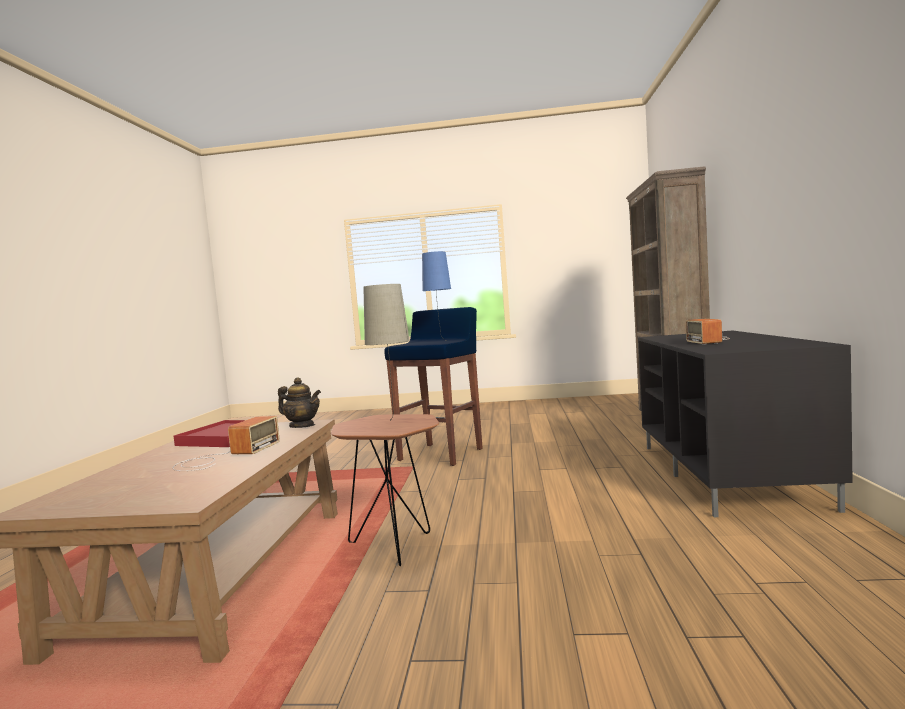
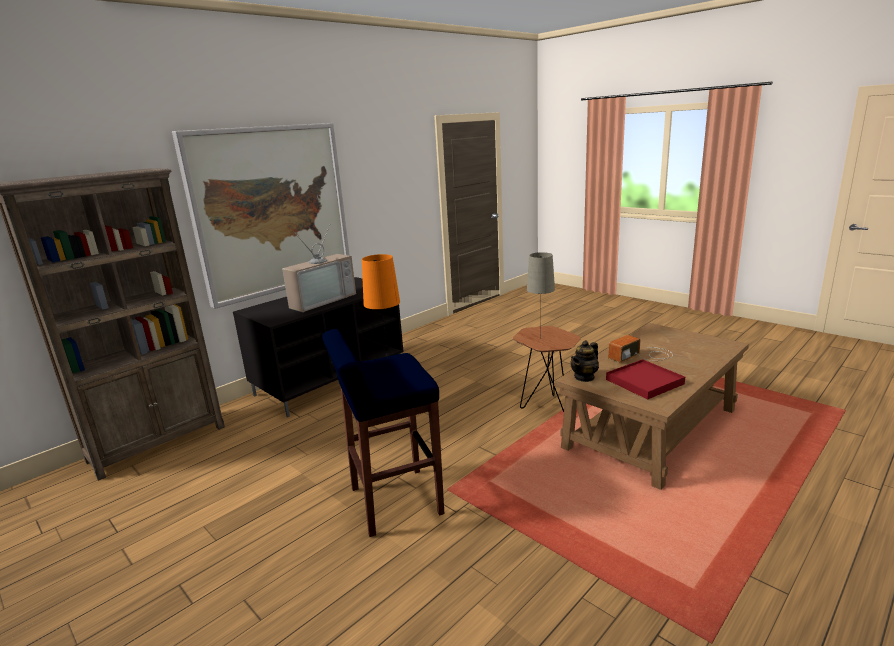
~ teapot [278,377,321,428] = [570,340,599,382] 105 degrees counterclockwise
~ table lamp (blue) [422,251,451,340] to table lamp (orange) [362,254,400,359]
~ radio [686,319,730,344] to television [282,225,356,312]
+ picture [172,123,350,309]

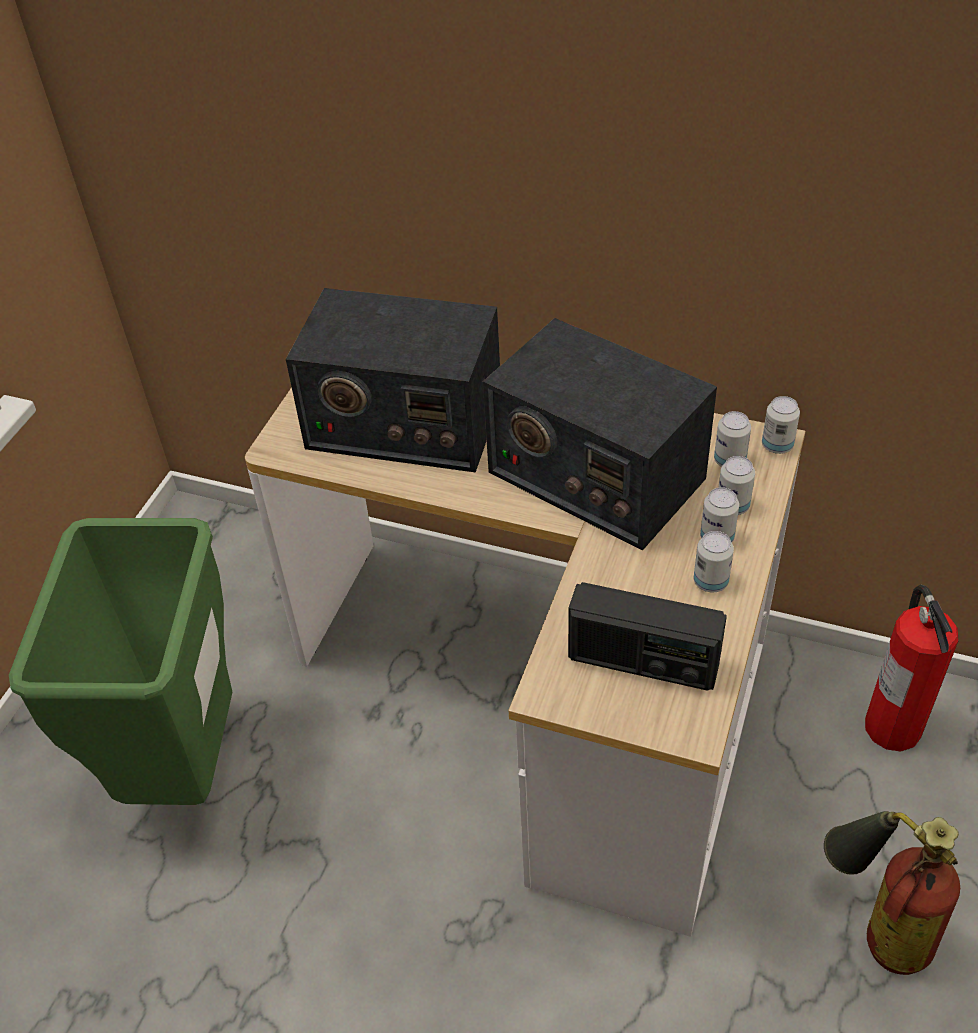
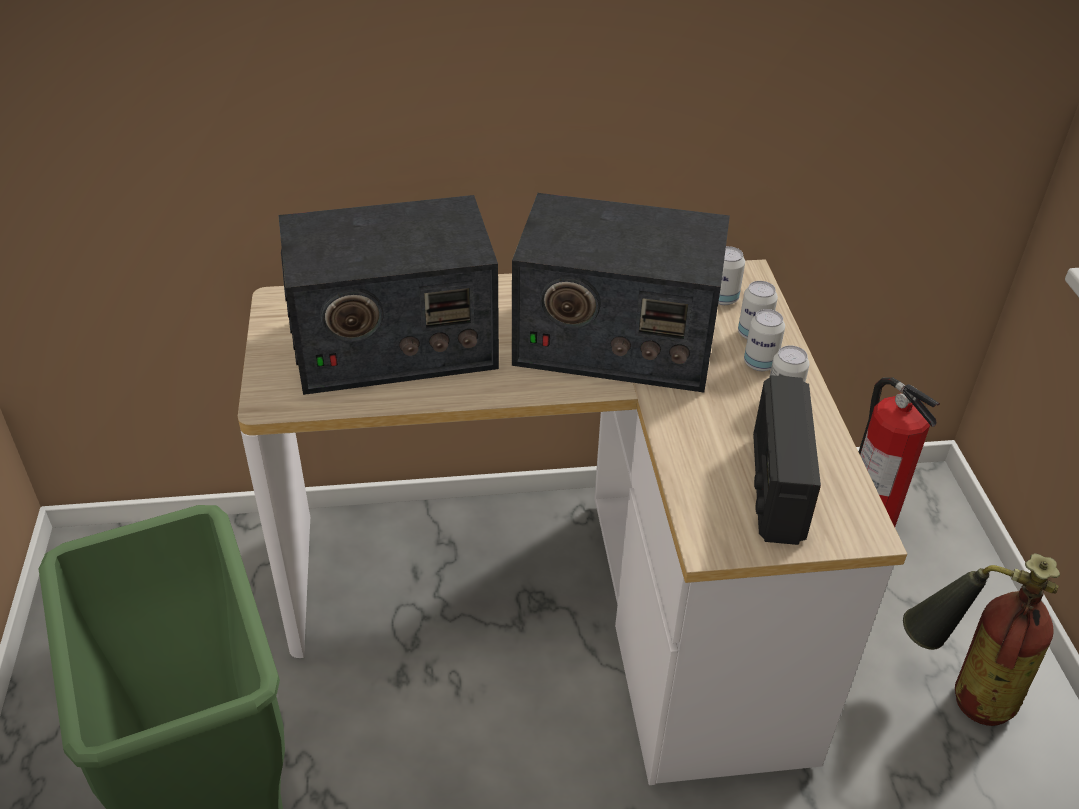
~ radio [568,582,727,691] = [753,375,821,545] 105 degrees clockwise
- can [762,396,800,454]

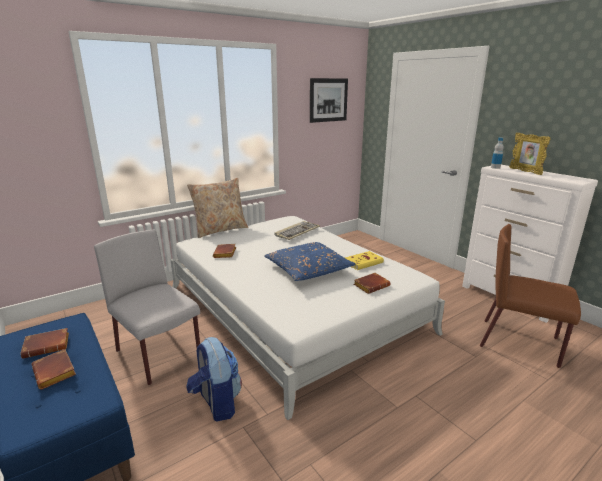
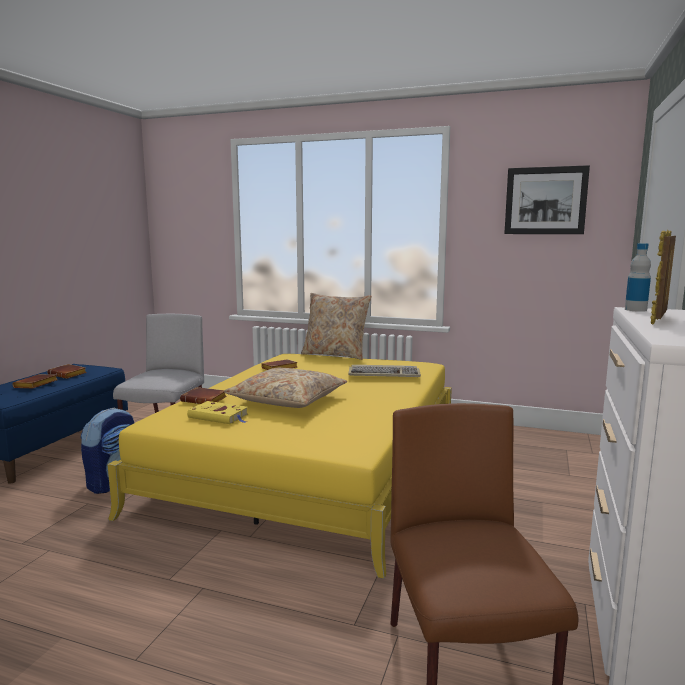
~ bed (white) [170,216,445,420] to bed (yellow) [108,354,452,579]
~ pillow (blue) [264,242,356,281] to pillow (beige) [224,368,347,408]
~ book (yellow) [345,251,384,270] to [187,401,248,424]
~ book (brown) [354,273,391,294] to [180,387,227,404]

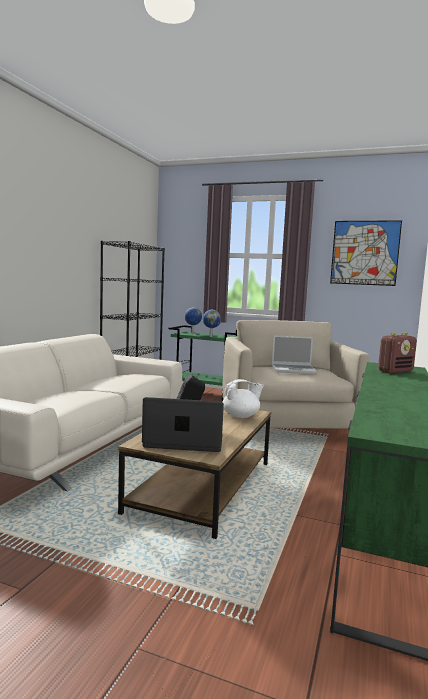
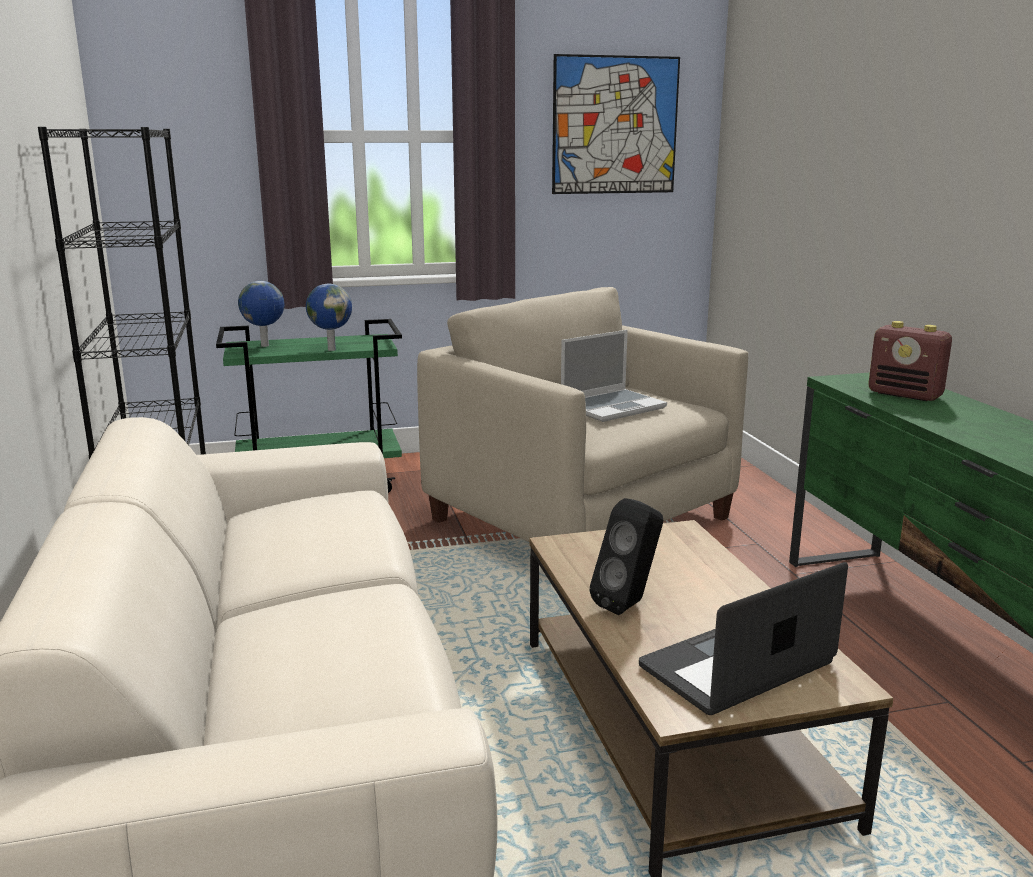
- teapot (white) [222,379,264,418]
~ radio [378,333,417,374] = [868,321,952,401] 105 degrees clockwise

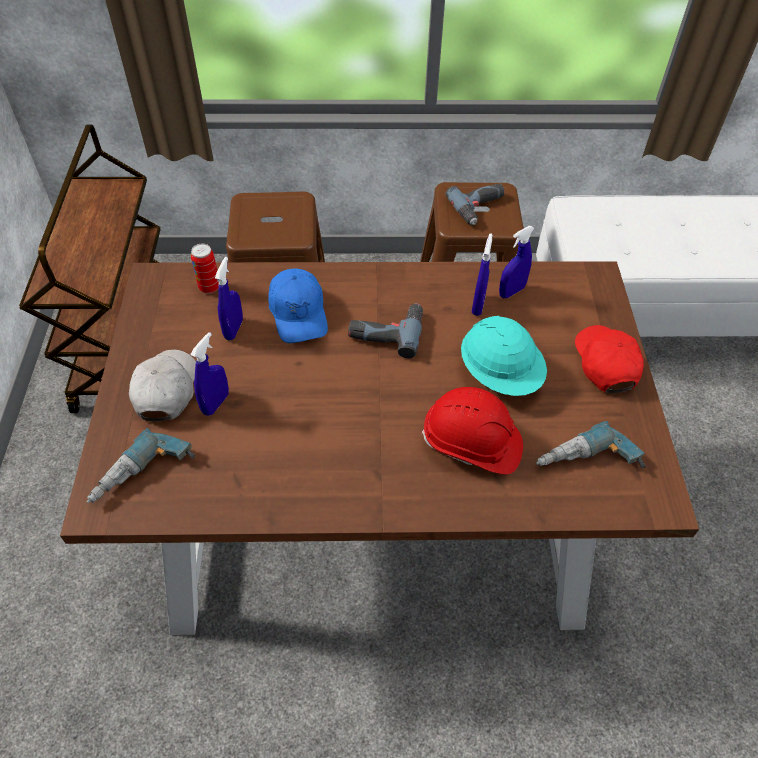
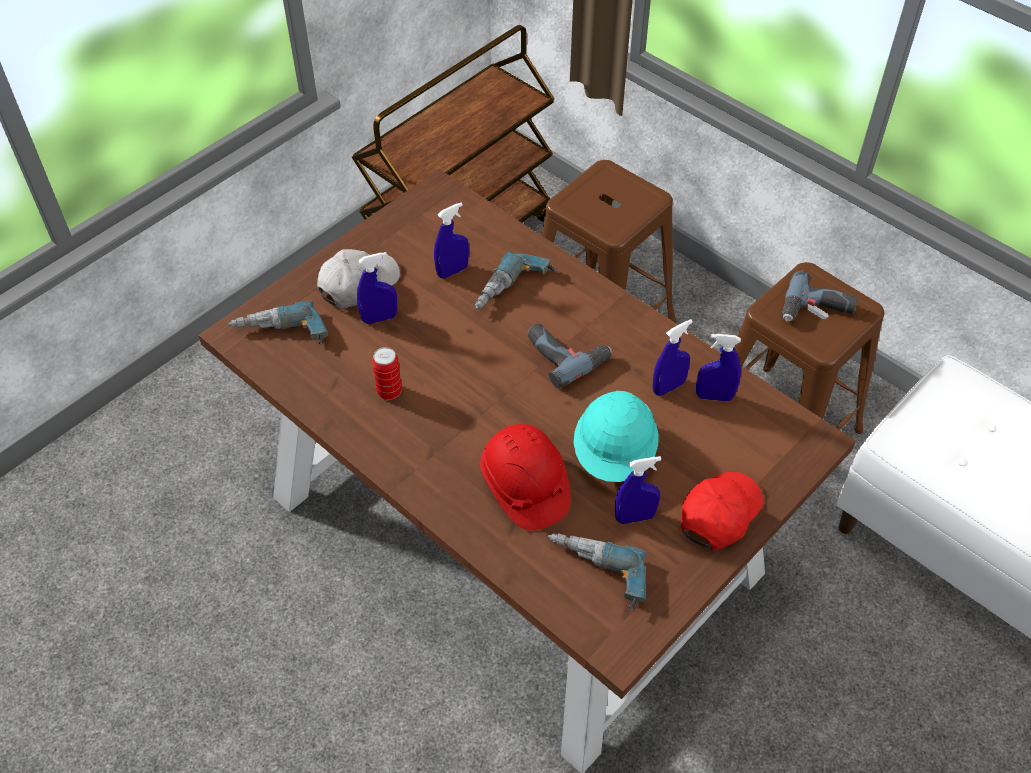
~ can [191,244,219,293] to [372,347,402,400]
~ cap (blue) [268,268,328,343] to power drill [475,250,557,309]
+ spray bottle (blue) [615,456,661,524]

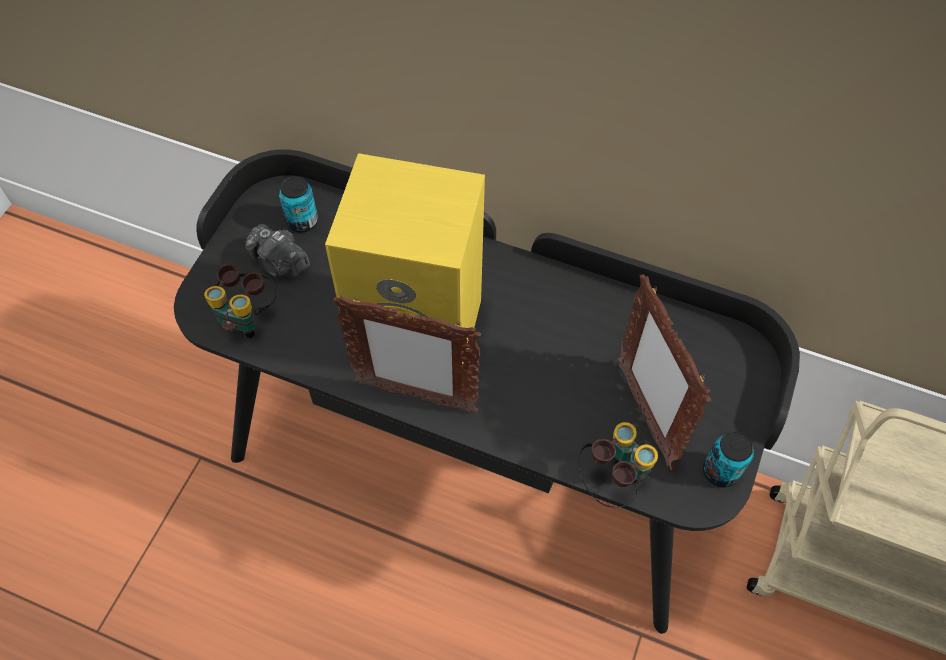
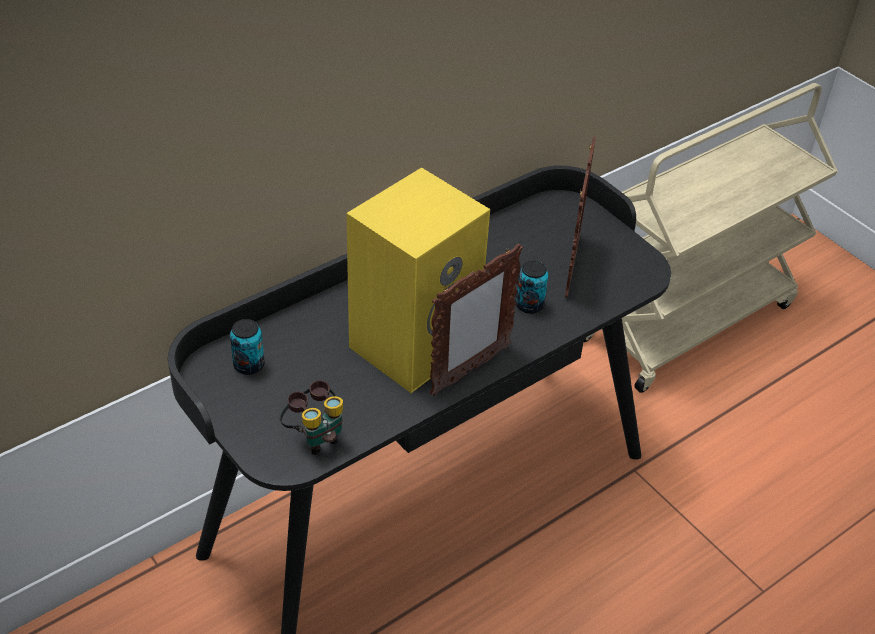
- photo camera [245,224,310,277]
- binoculars [579,422,658,508]
~ picture frame [618,274,711,471] = [565,136,596,297] 90 degrees counterclockwise
~ can [703,431,754,488] to [516,261,549,314]

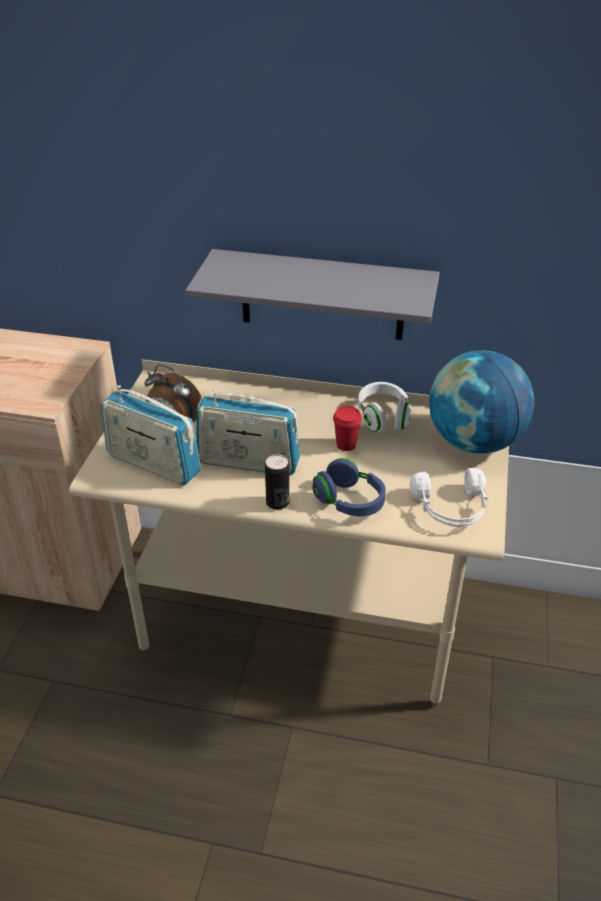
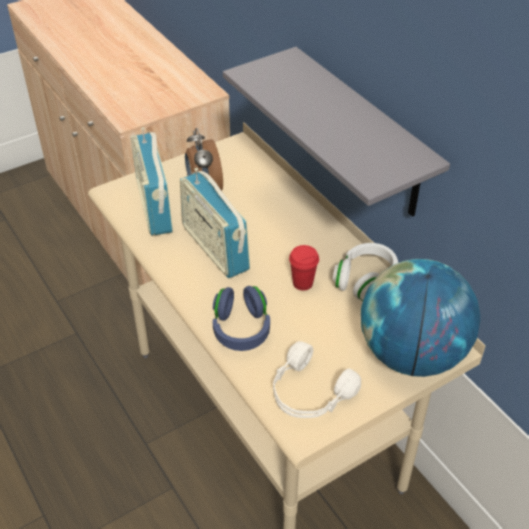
- can [265,455,289,510]

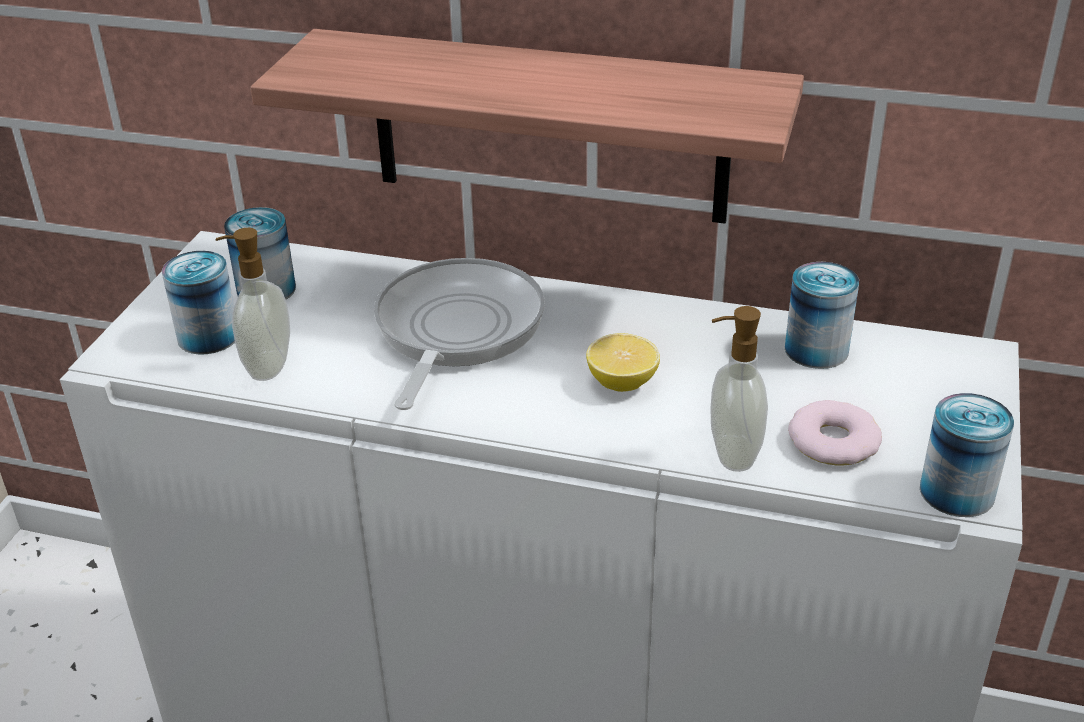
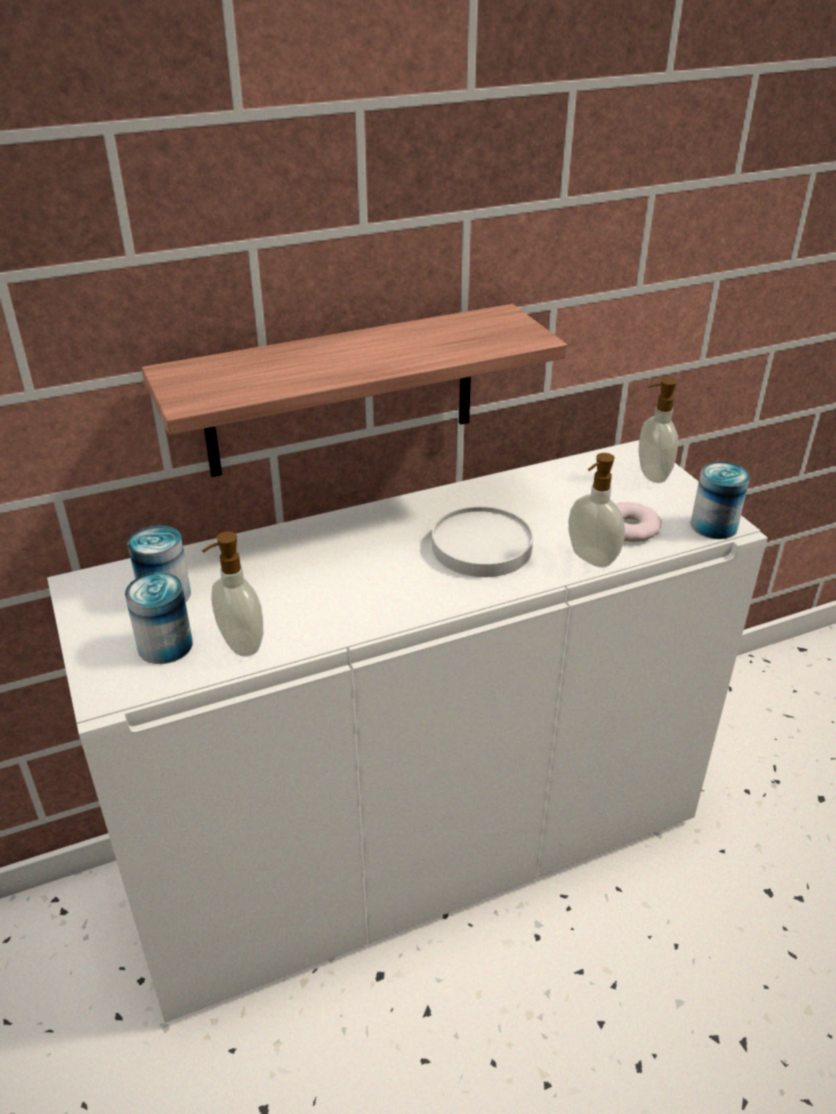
- frying pan [374,258,545,410]
~ lemon [586,333,660,392] to plate (white) [432,506,533,577]
- can [785,262,859,369]
+ soap dispenser [638,378,678,483]

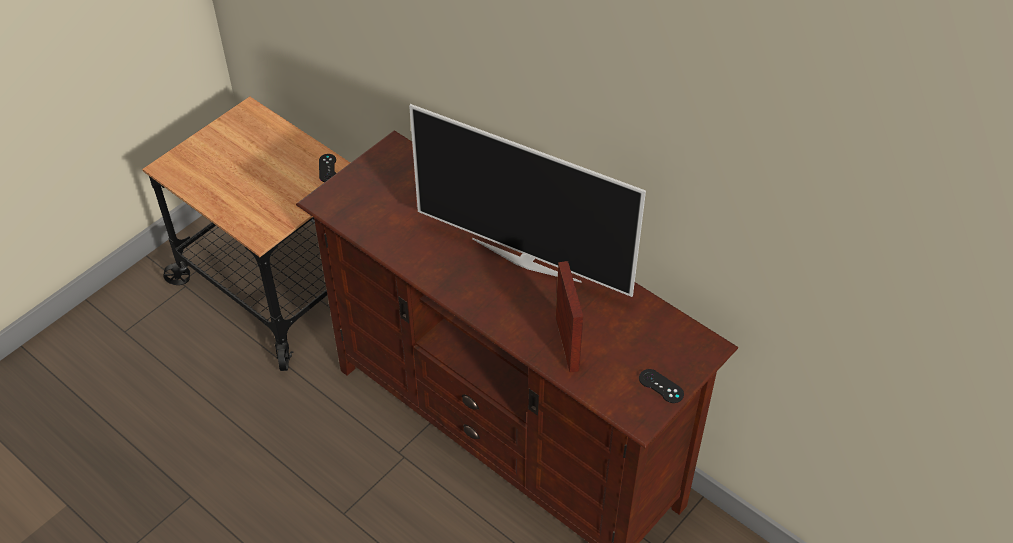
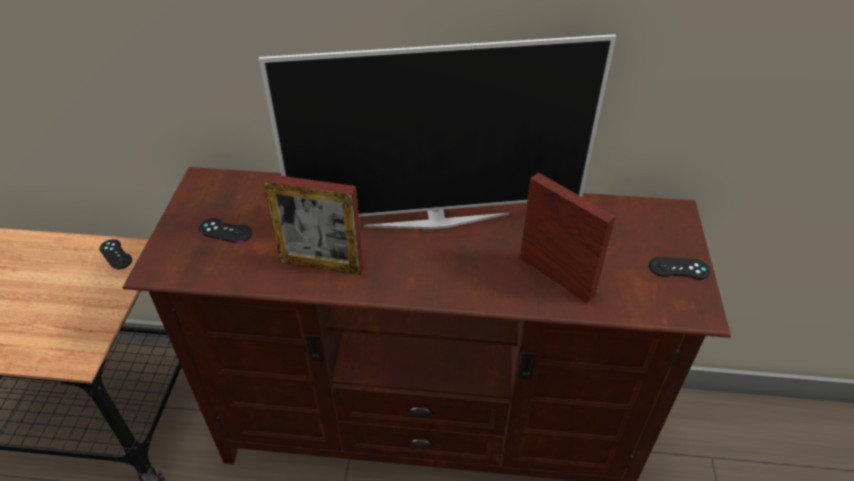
+ game controller (black) [199,218,252,243]
+ picture frame [263,174,364,275]

